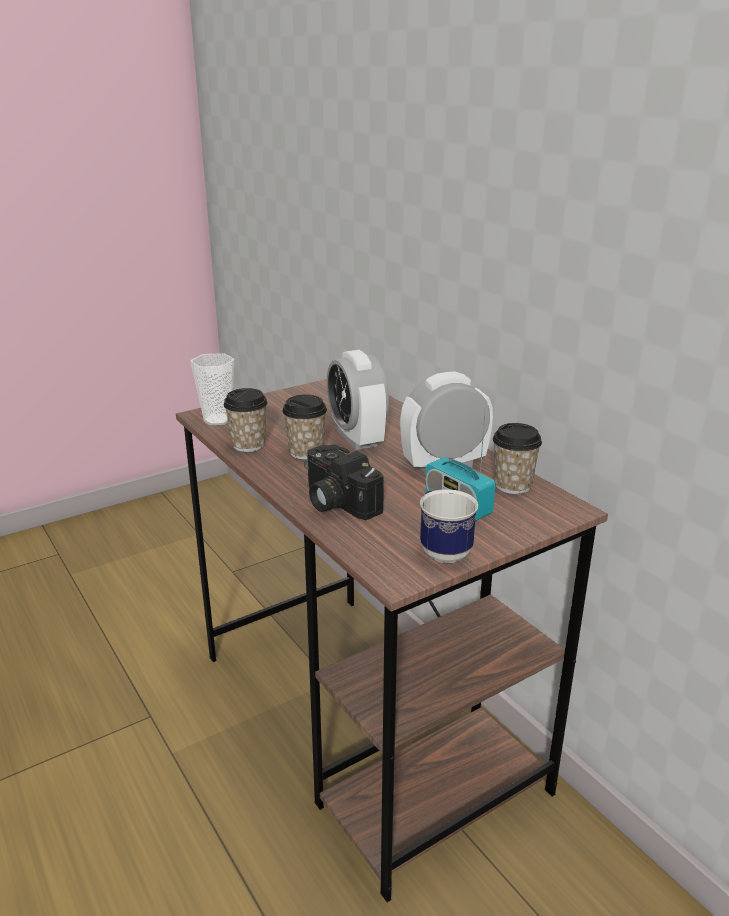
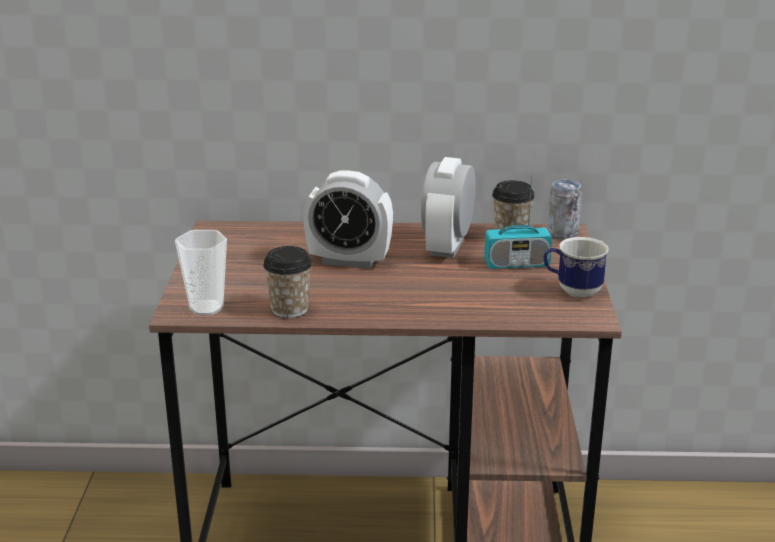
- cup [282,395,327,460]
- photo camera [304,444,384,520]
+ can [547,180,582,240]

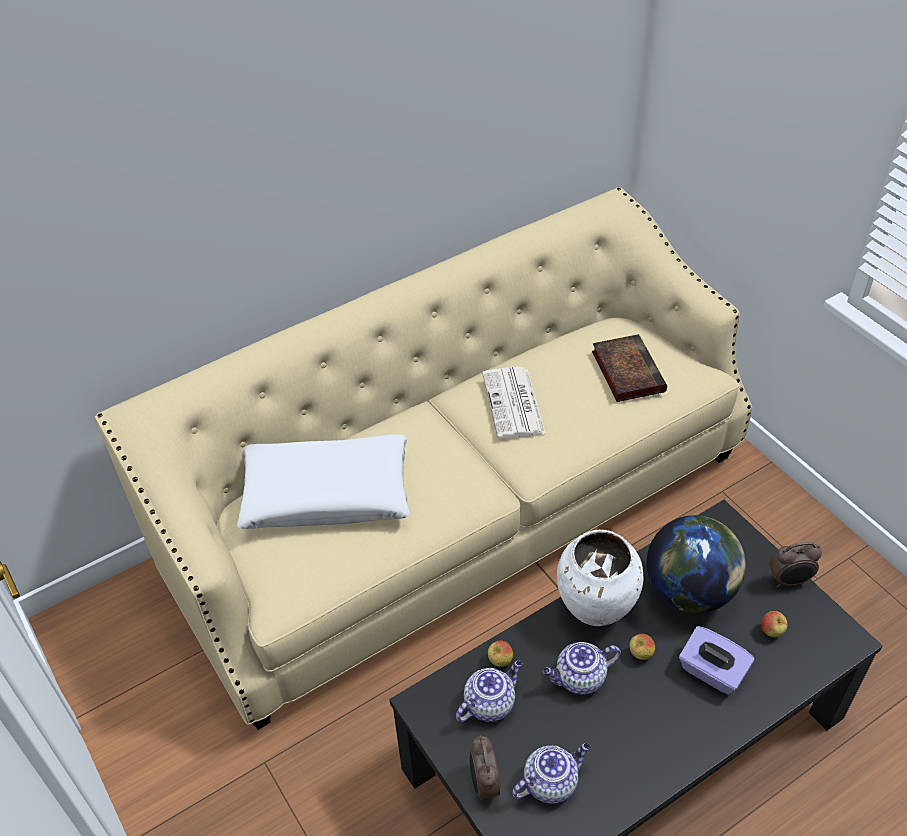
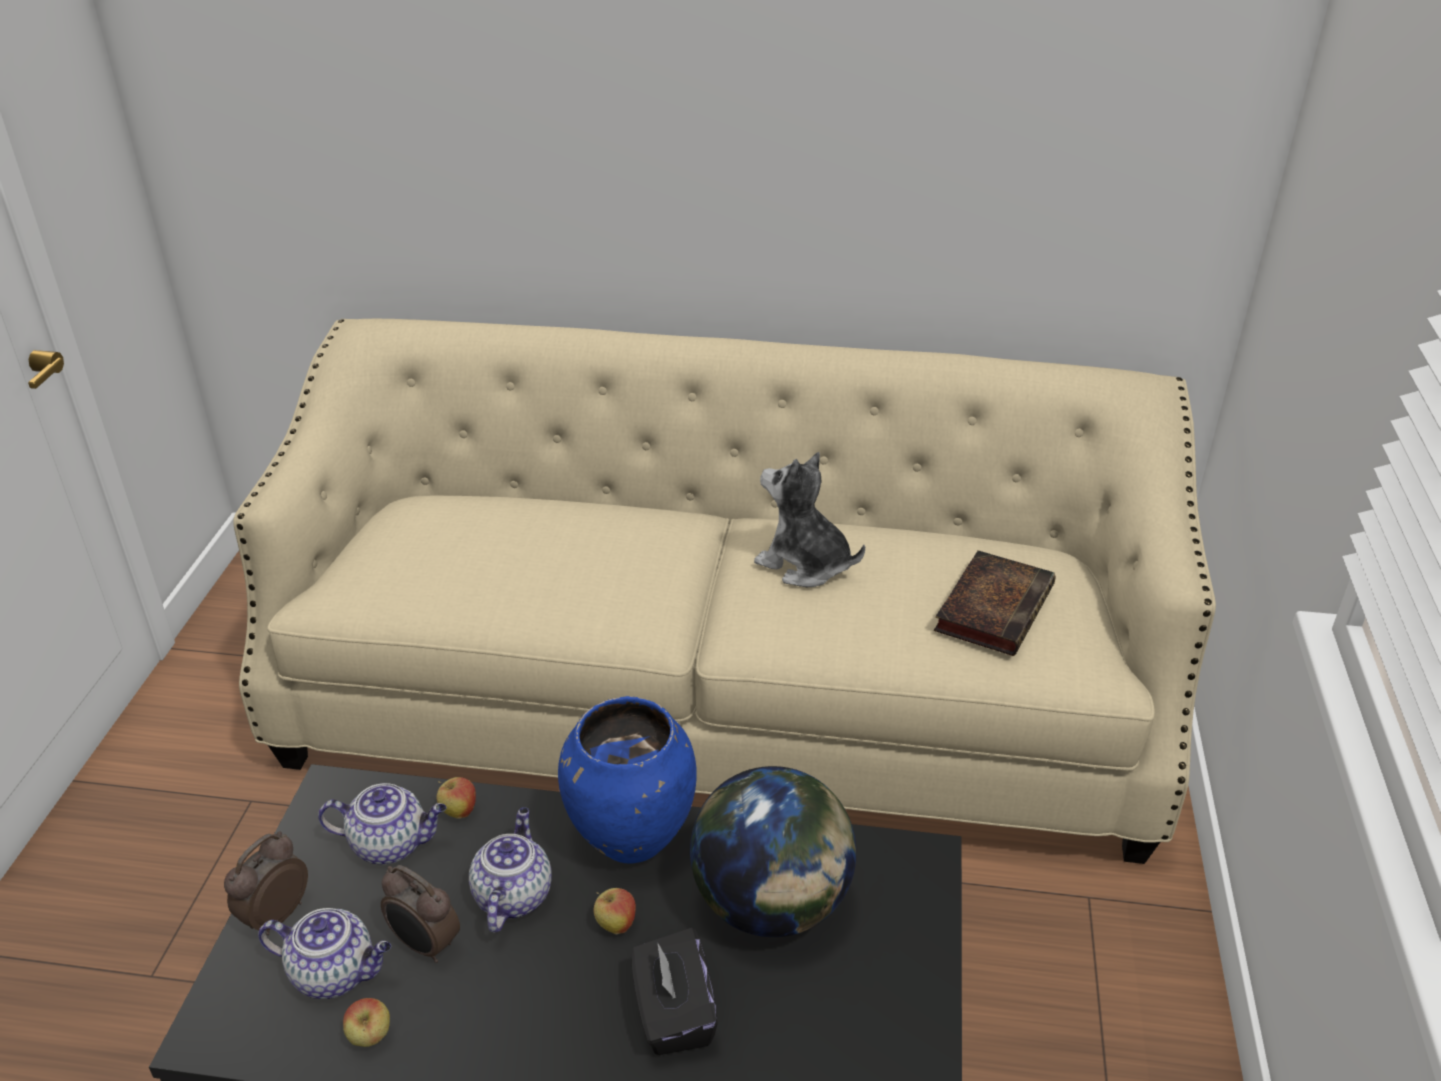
- pillow (white) [237,434,410,529]
~ newspaper [482,367,546,439] to plush toy [754,452,865,587]
~ teapot [543,642,621,695] = [469,807,552,933] 75 degrees clockwise
~ vase (white) [557,529,643,626] to vase (blue) [558,696,697,864]
~ tissue box (purple) [679,626,754,695] to tissue box (black) [631,928,718,1055]
~ apple [761,611,788,638] to [343,998,390,1047]
~ alarm clock [770,542,822,587] to [381,865,460,963]

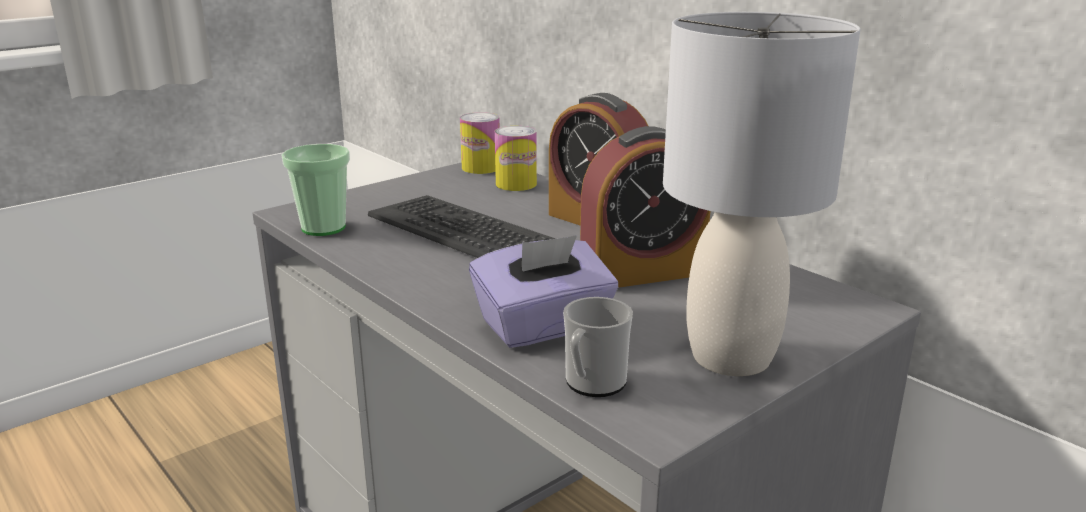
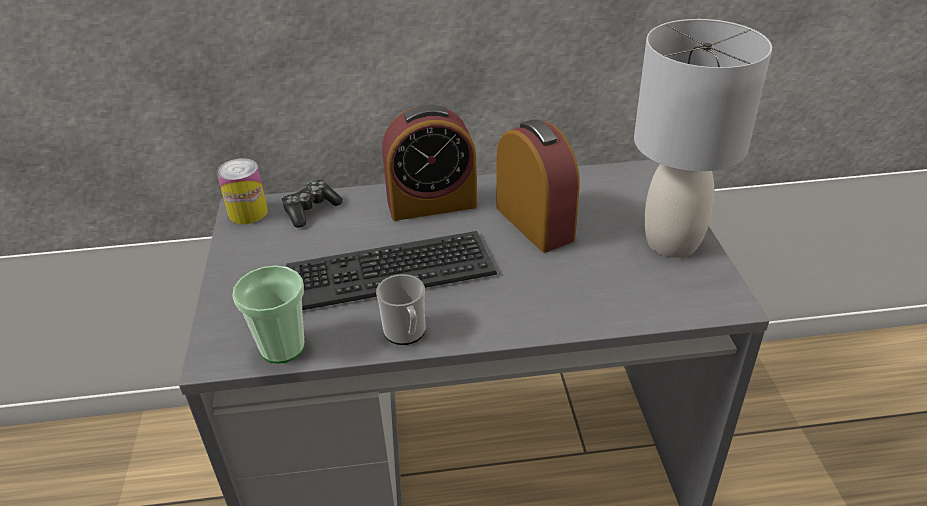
- tissue box (purple) [469,235,618,348]
~ can [495,126,537,191] to game controller [282,180,343,228]
~ mug [563,297,633,397] to [376,274,426,345]
~ alarm clock [580,126,710,288] = [497,119,580,253] 45 degrees counterclockwise

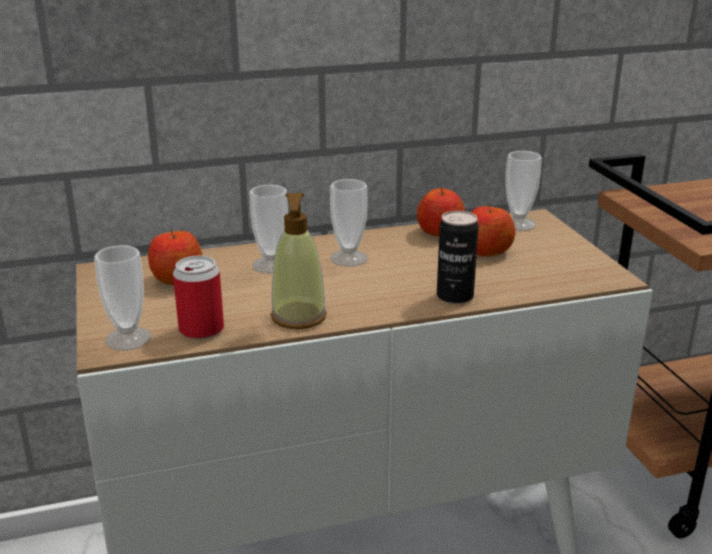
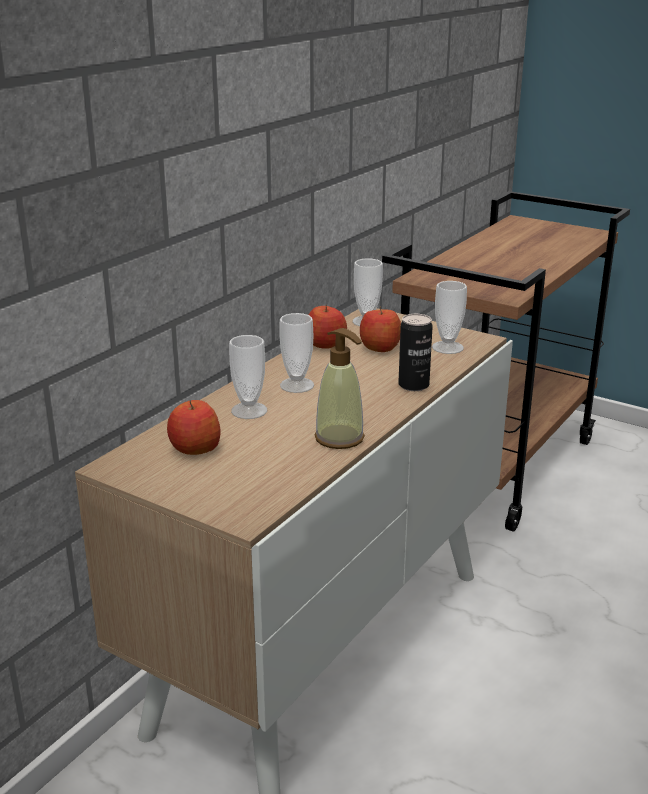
~ cup [94,245,151,351] to [432,281,467,354]
- can [173,256,224,339]

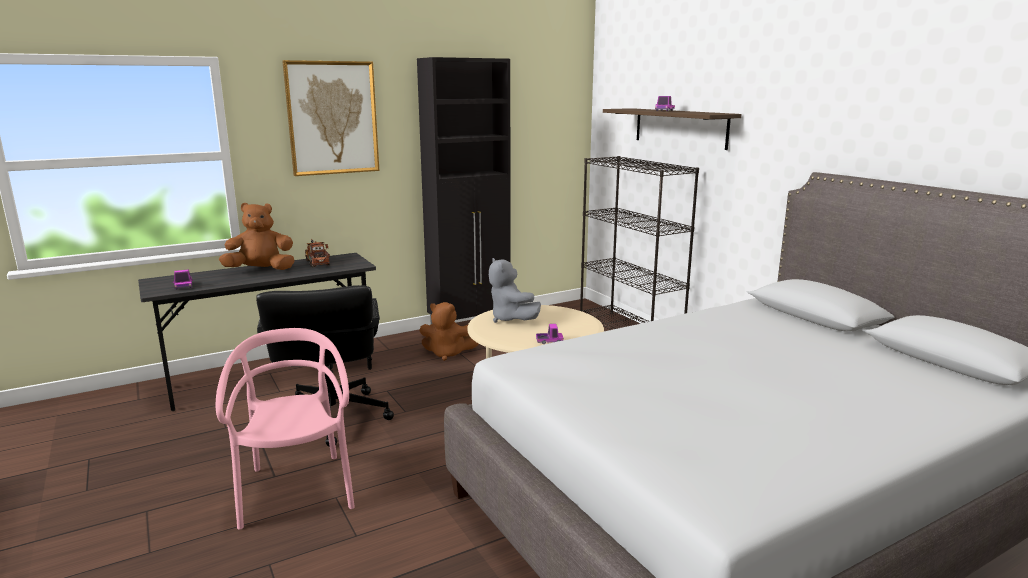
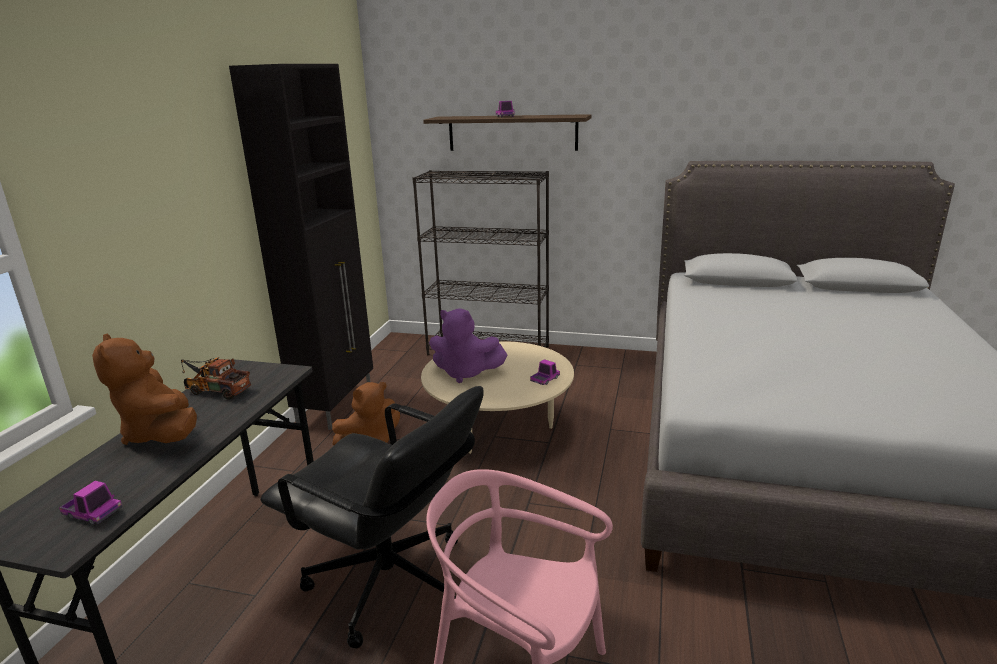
~ plush toy (brown) [219,203,295,270] = [92,334,197,445] 60 degrees counterclockwise
- picture [282,60,379,176]
~ plush toy (grey) [489,258,541,323] to plush toy (purple) [429,309,508,383]

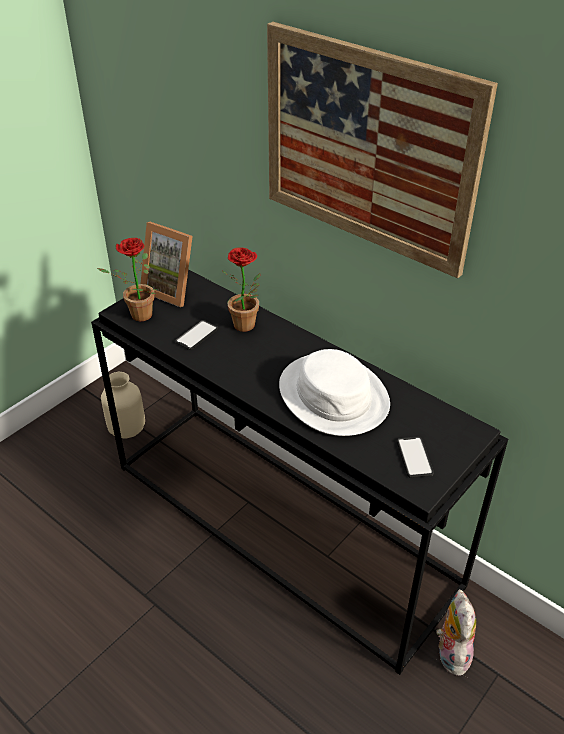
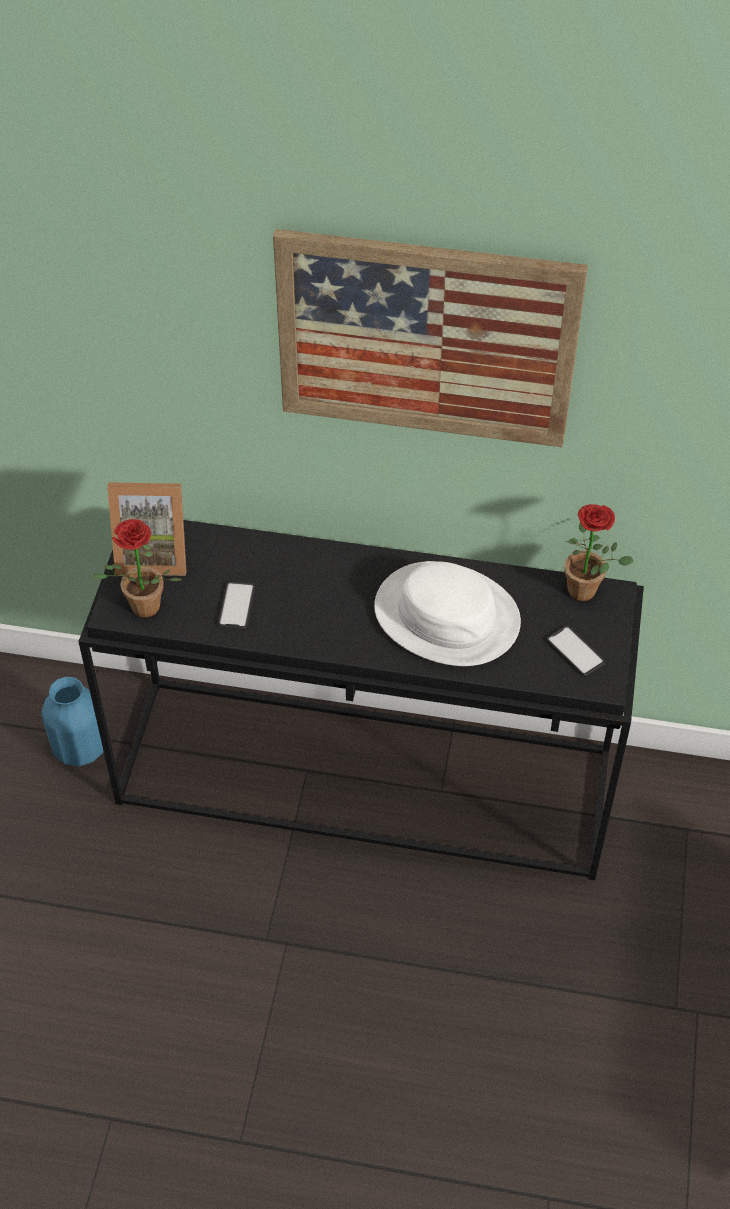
~ vase (beige) [101,372,145,439] to vase (blue) [42,677,104,766]
~ potted plant [221,247,261,332] to [564,504,634,601]
- plush toy [436,589,476,676]

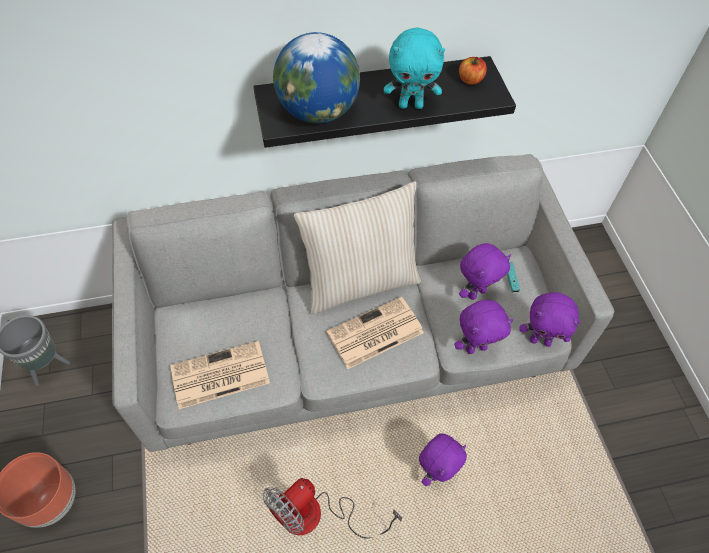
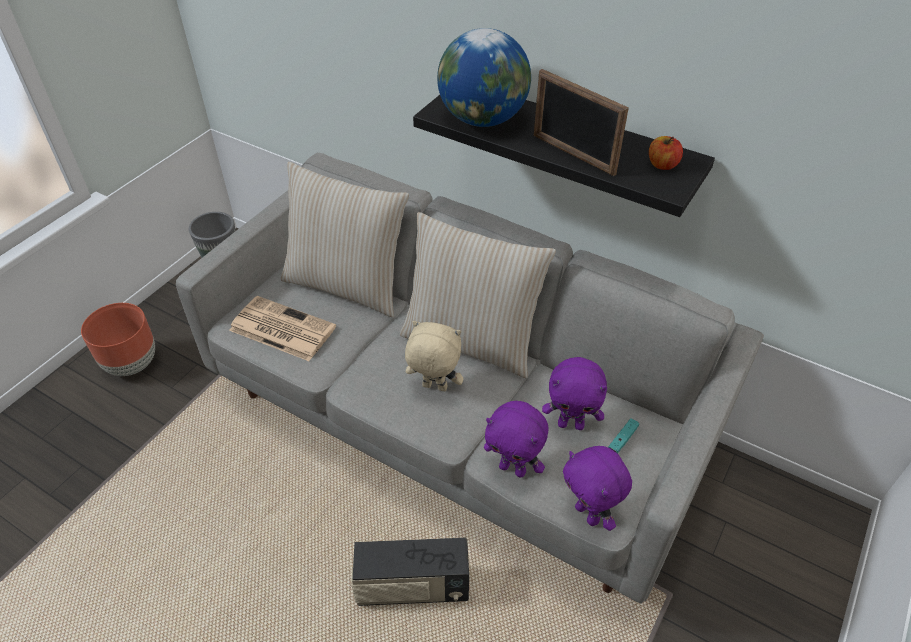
- fan [263,478,402,538]
~ newspaper [327,297,424,369] to plush toy (beige) [405,321,463,391]
~ plush toy (turquoise) [384,27,445,109] to picture frame [534,69,629,176]
~ plush toy (purple) [419,434,467,486] to radio [351,538,469,606]
+ pillow (beige) [280,162,409,317]

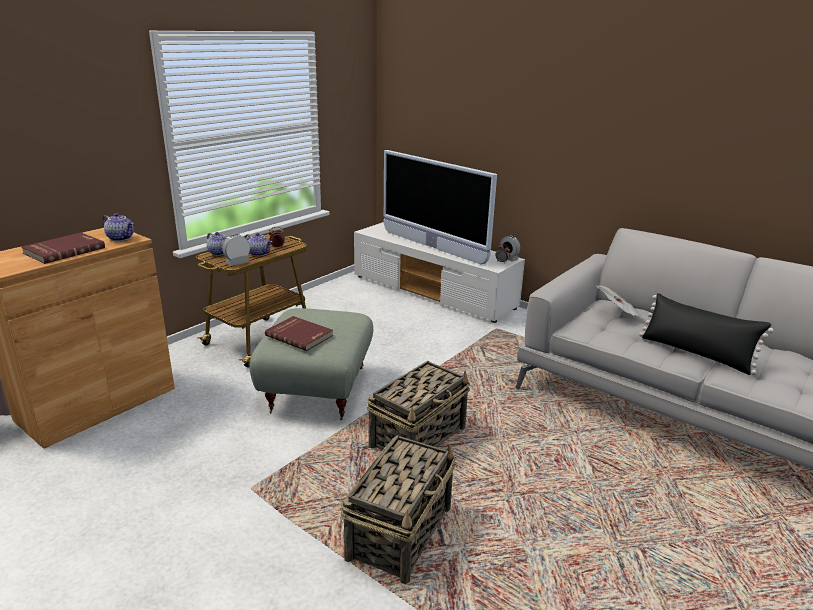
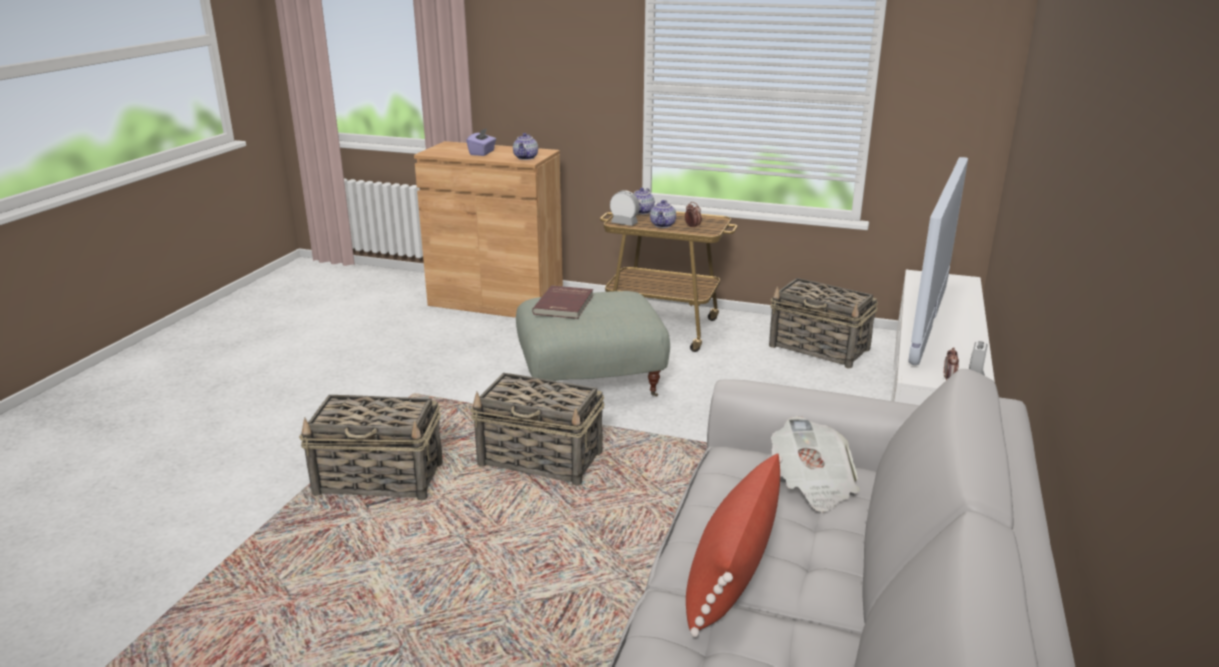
~ book (red) [22,232,105,264] to tissue box (purple) [466,128,496,156]
~ pillow (black) [639,293,774,375] to pillow (red) [686,453,783,638]
+ basket [769,278,878,368]

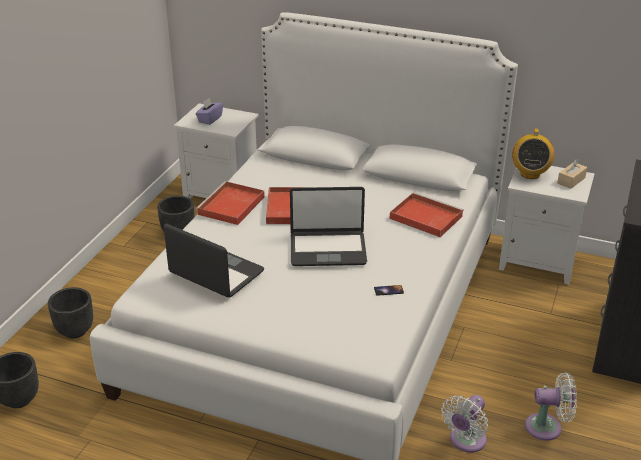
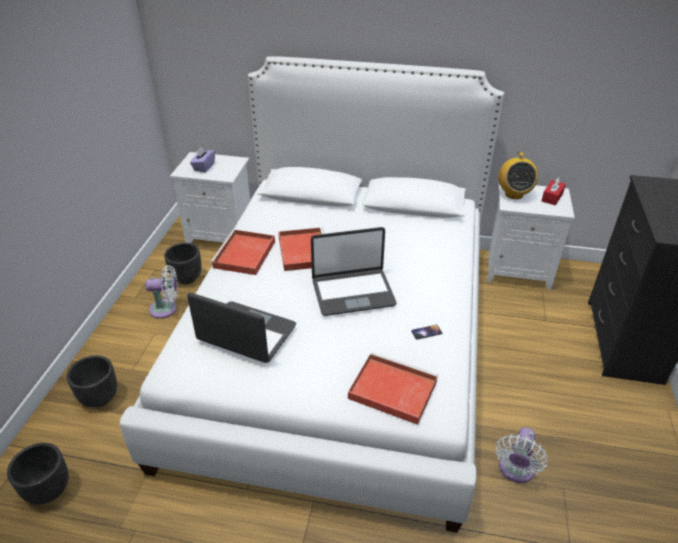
~ tray (red) [390,192,464,237] to [348,352,438,425]
~ fan (white) [525,373,577,441] to [145,265,178,319]
~ tissue box (beige) [557,159,587,189] to tissue box (red) [542,178,566,205]

